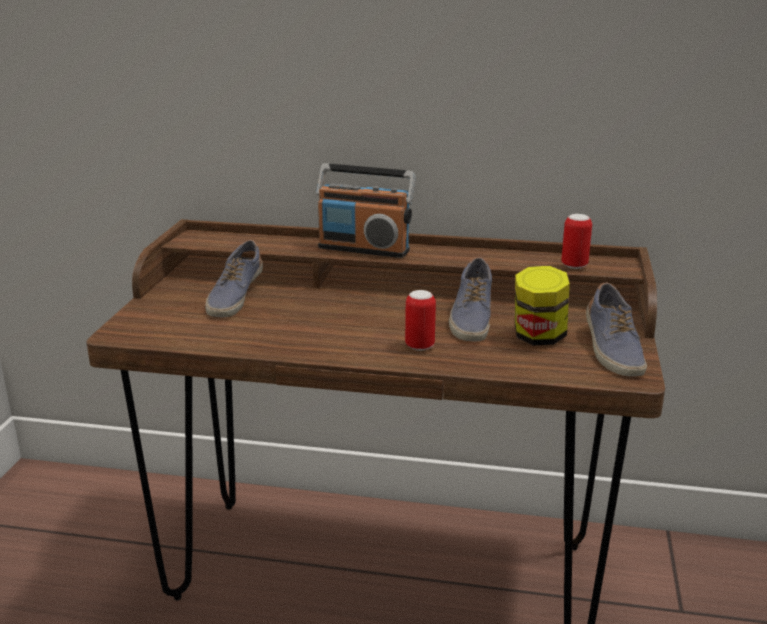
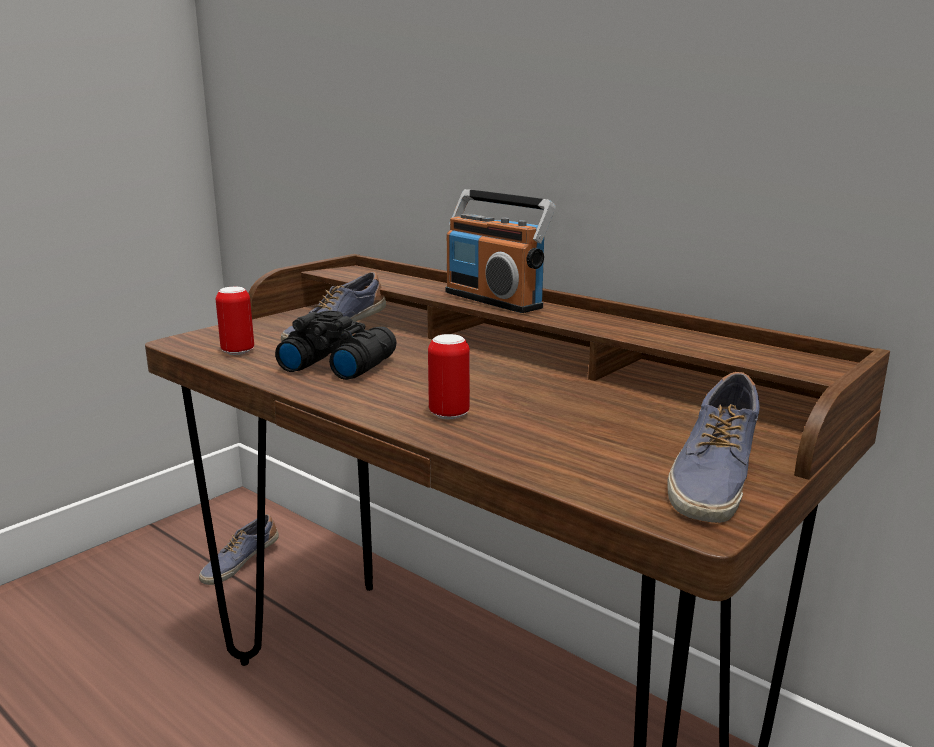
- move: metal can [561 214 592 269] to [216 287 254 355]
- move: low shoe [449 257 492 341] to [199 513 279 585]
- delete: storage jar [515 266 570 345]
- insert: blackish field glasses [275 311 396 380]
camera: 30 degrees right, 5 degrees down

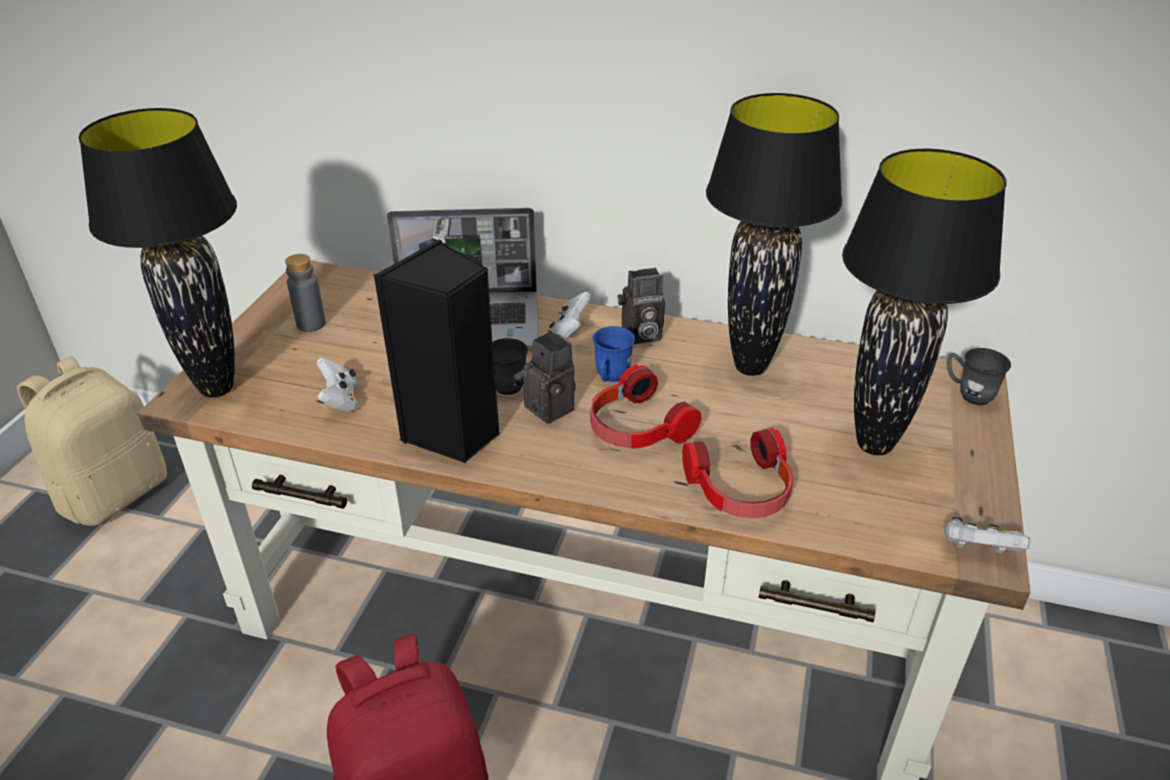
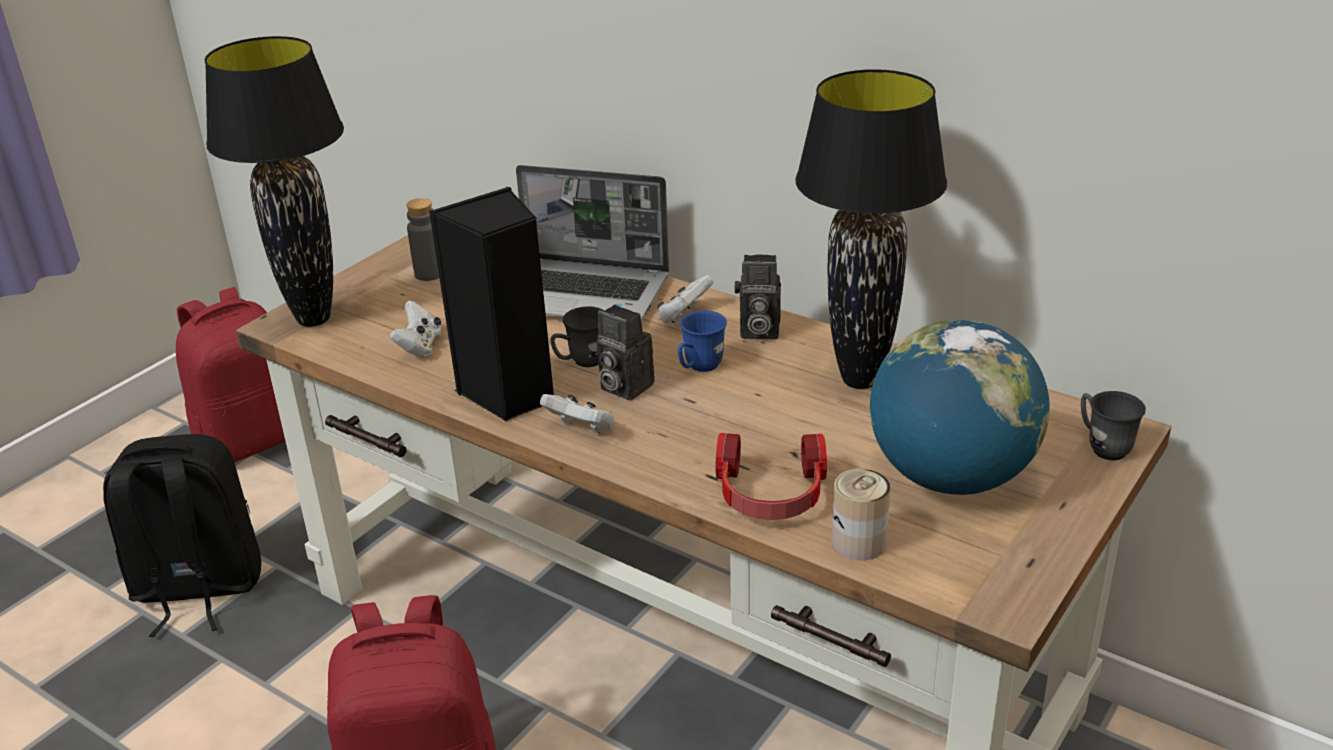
- replace: blackish lamp for a table [842 149 1007 455] to globe [870 319 1050 495]
- rotate: still camera [523 329 576 424] = [597 305 655 401] 150 degrees clockwise
- recolor: sand-coloured knapsack [17 356 167 526] to reddish knapsack [176 287 286 462]
- delete: headset [590 364 702 449]
- move: whitish game controller [944 517 1031 554] to [540 394 615 434]
- insert: blackish knapsack [103 434 262 637]
- insert: metal can [832 469 891 561]
camera: 20 degrees right, 5 degrees down

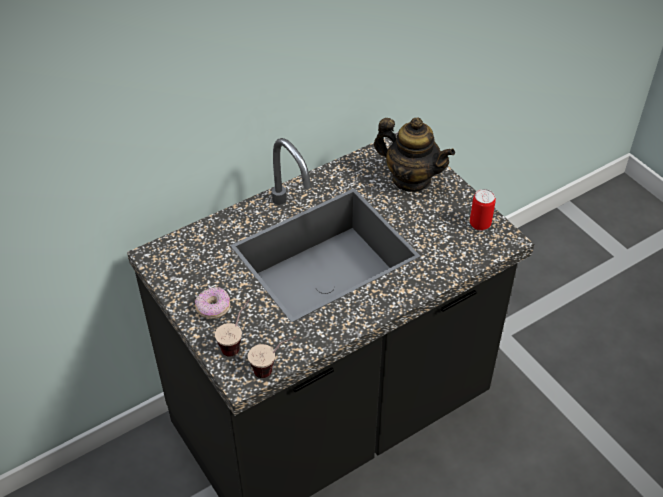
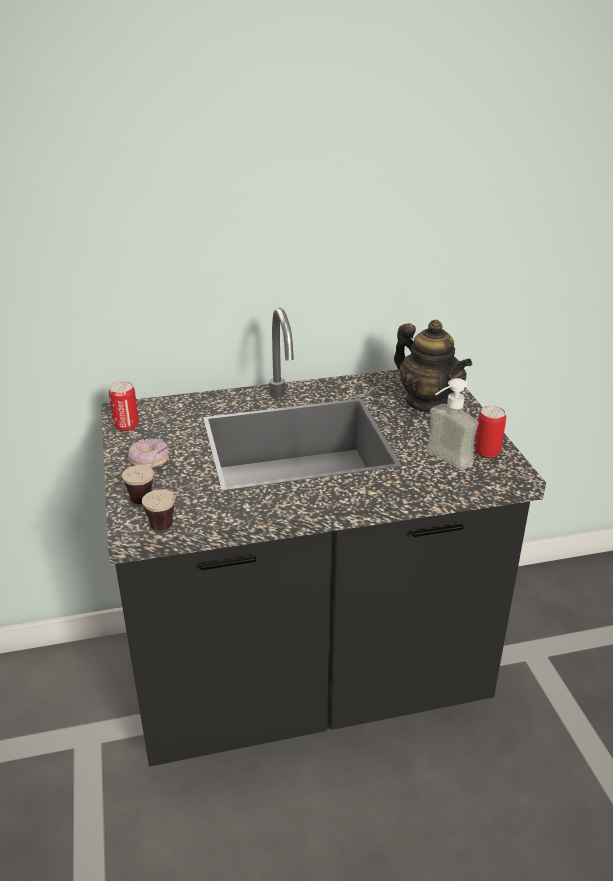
- insert: liquid soap bottle [426 378 479 470]
- insert: metal can [109 381 139 432]
camera: 20 degrees right, 15 degrees down

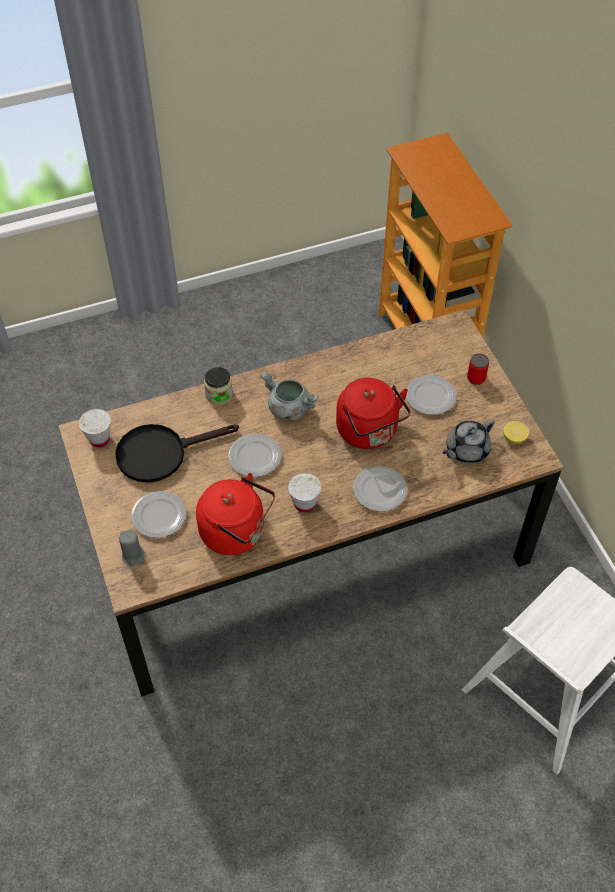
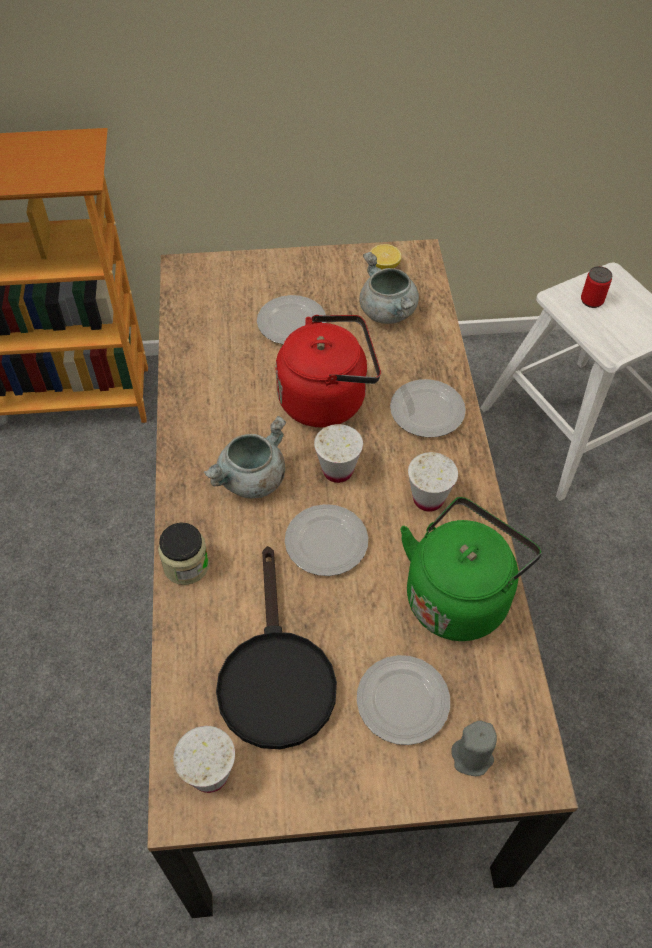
- move: metal can [467 353 489 385] to [581 266 612 308]
- replace: grey tea pot [443 419 495 463] to grey cooking pot [360 252 419 324]
- recolor: reddish kettle [196 473 275 555] to greenish kettle [400 497 541 641]
- insert: whitish small cup [314 424 363 483]
camera: 75 degrees left, 0 degrees up

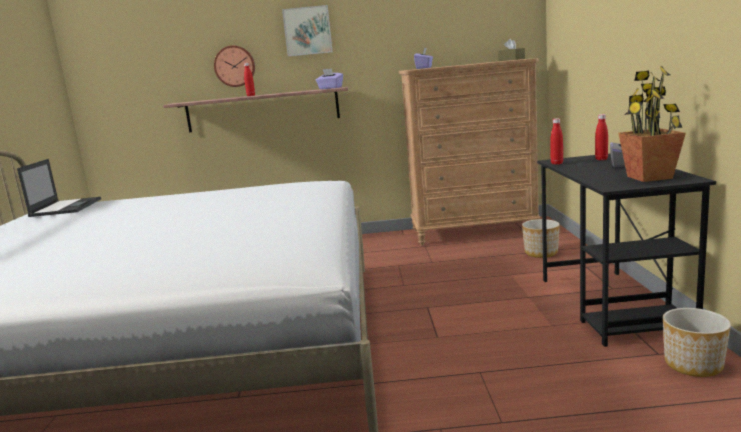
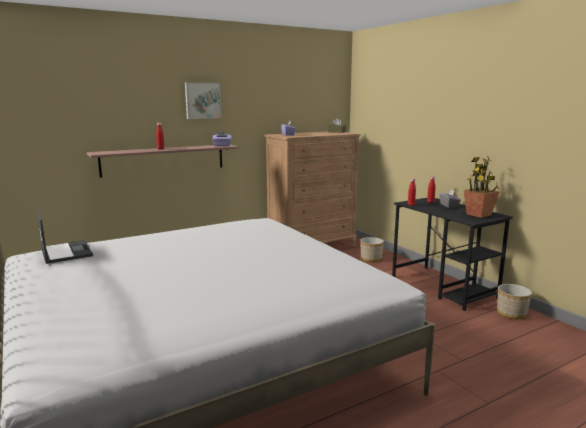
- delete: wall clock [214 46 255 87]
camera: 30 degrees left, 0 degrees up

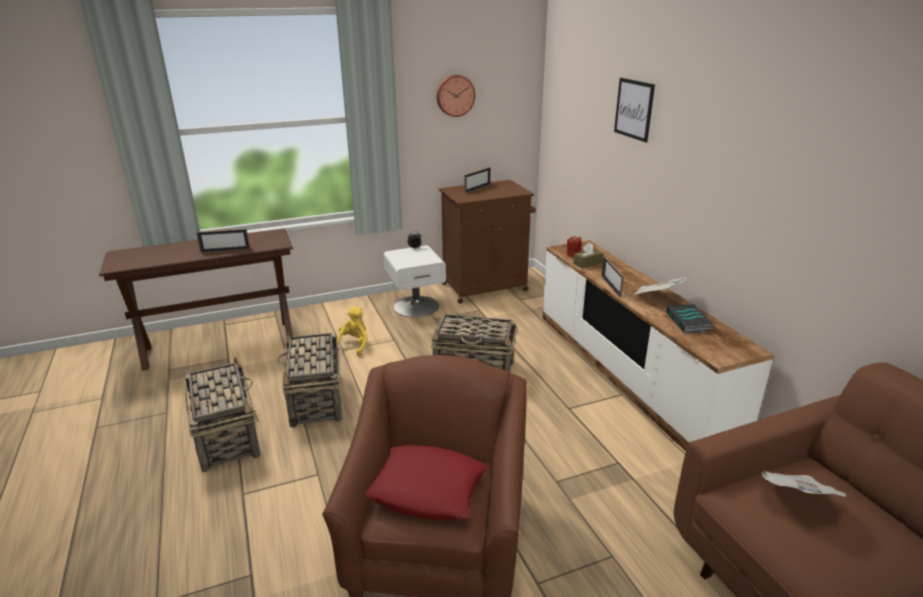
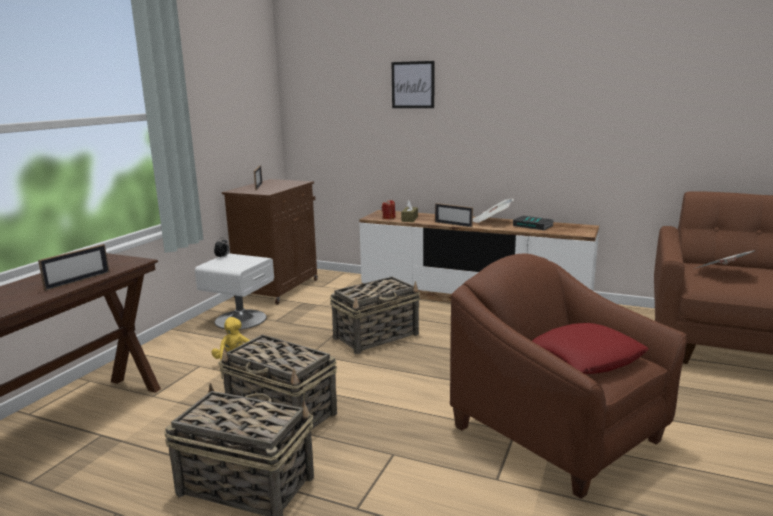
- delete: wall clock [437 75 475 117]
camera: 45 degrees left, 10 degrees down

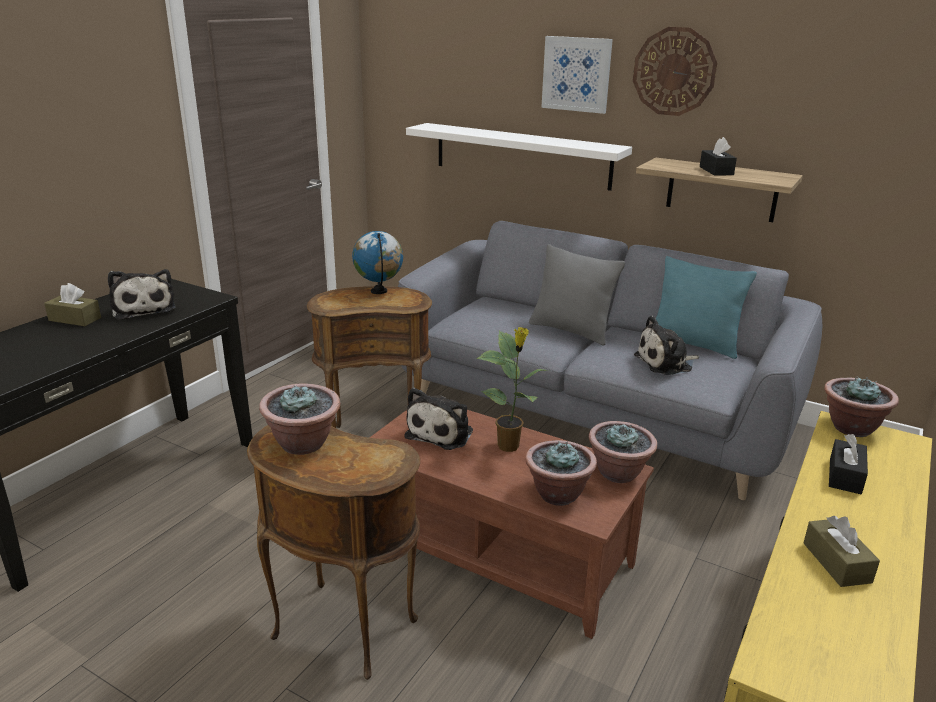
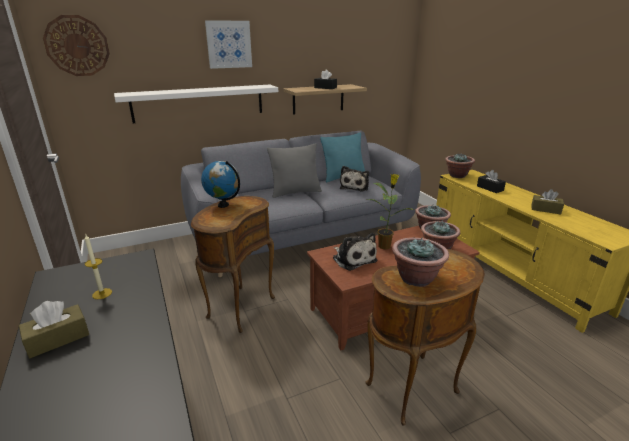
- move: wall clock [633 27 717 116] to [43 15 110 76]
- replace: plush toy [108 269 176 320] to wax candle [85 235 112 299]
camera: 55 degrees left, 0 degrees up

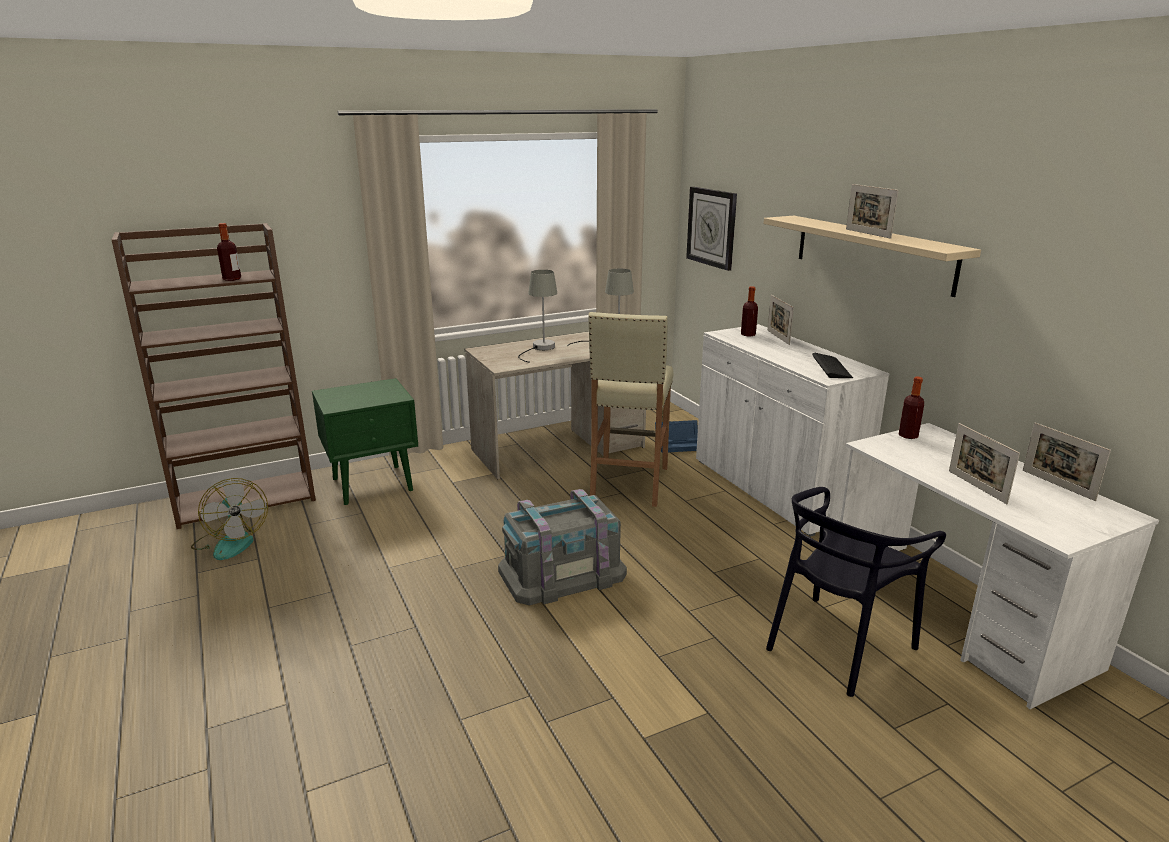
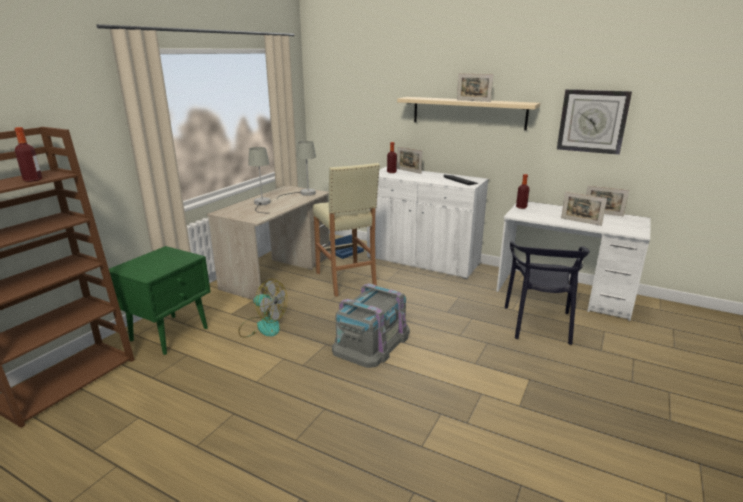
- move: wall clock [686 187 737 271] to [557 89 632 155]
- move: fan [191 478 268 560] to [239 279 287 338]
camera: 35 degrees left, 0 degrees up

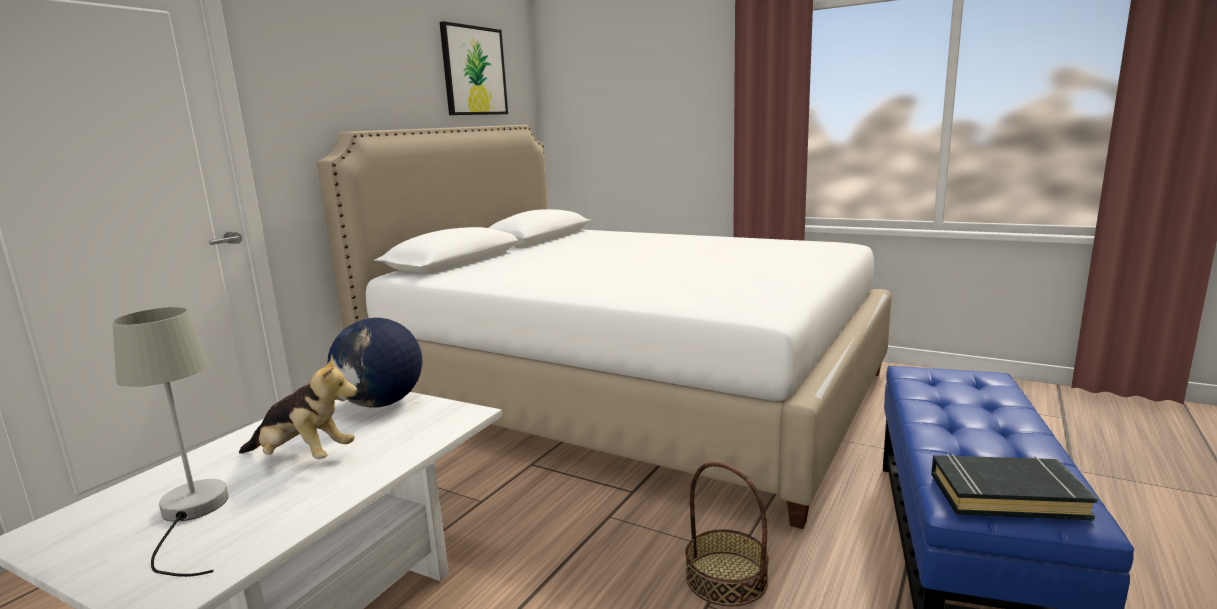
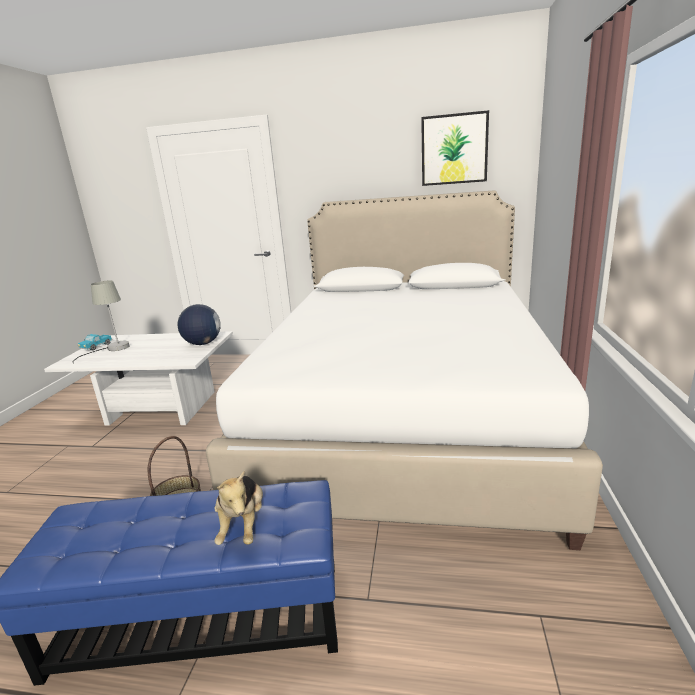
- move: plush toy [239 355 358 459] to [214 471 263 545]
- delete: blackish bound book [931 454 1098 520]
- insert: model truck [78 334 112 350]
camera: 70 degrees right, 5 degrees up

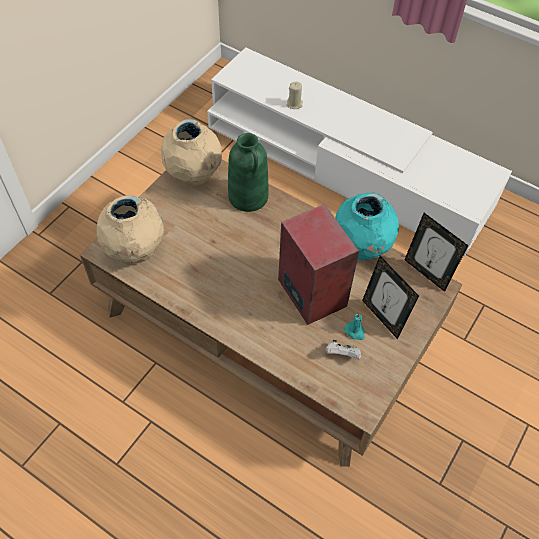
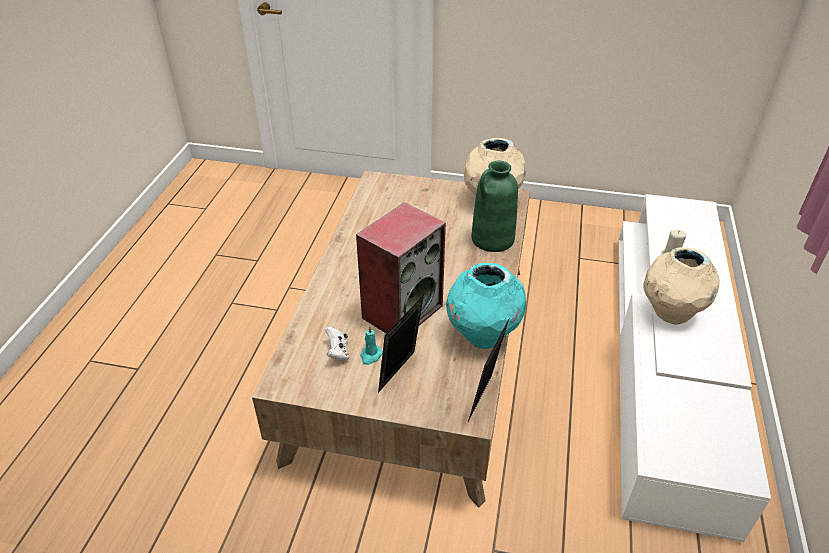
- move: sand-coloured decorative vase [97 195 164 264] to [643 247 720 325]
camera: 70 degrees right, 15 degrees down

